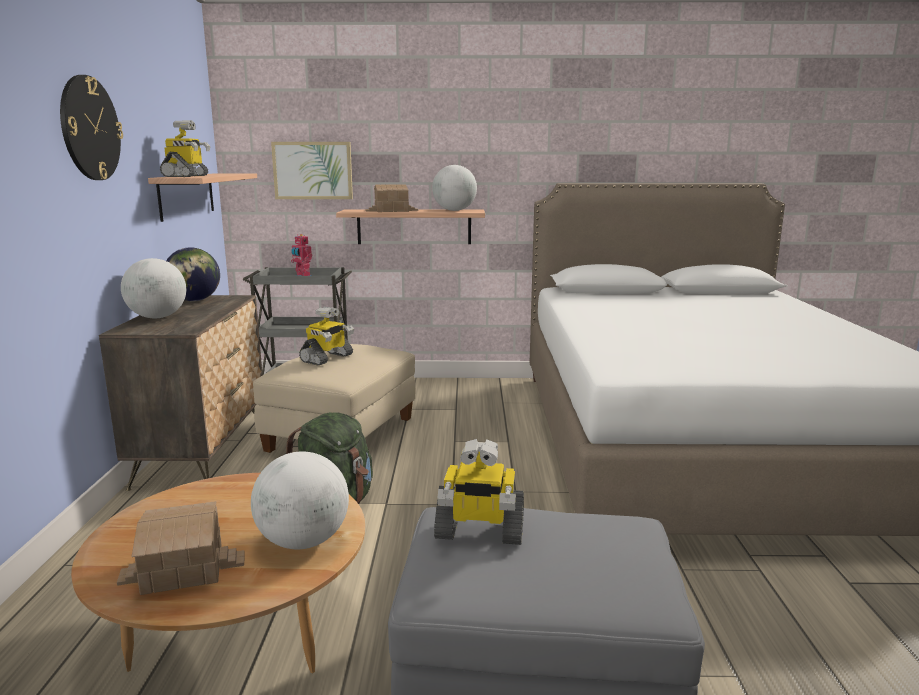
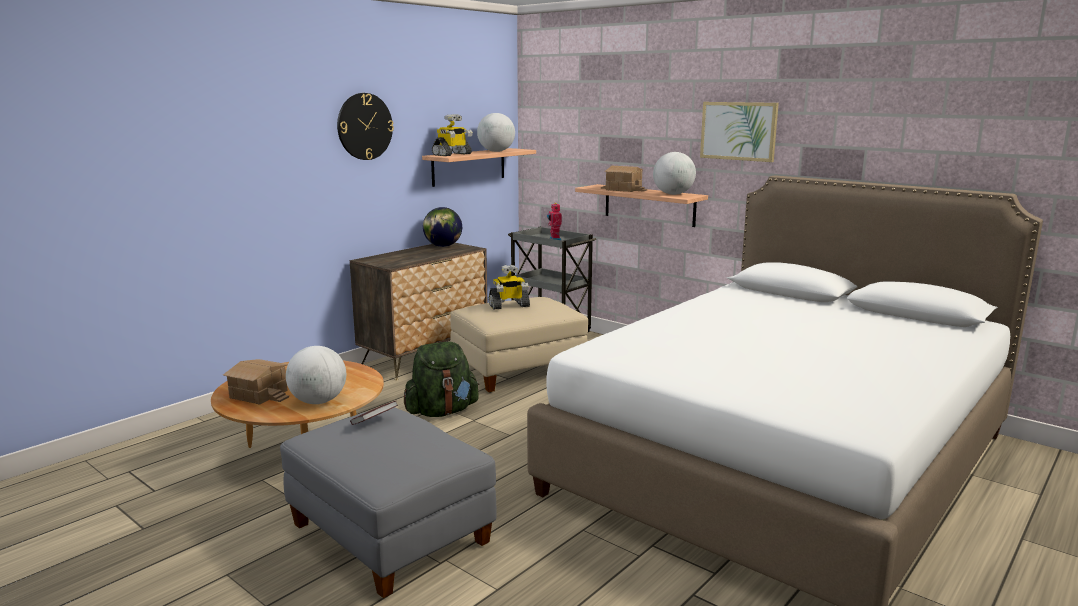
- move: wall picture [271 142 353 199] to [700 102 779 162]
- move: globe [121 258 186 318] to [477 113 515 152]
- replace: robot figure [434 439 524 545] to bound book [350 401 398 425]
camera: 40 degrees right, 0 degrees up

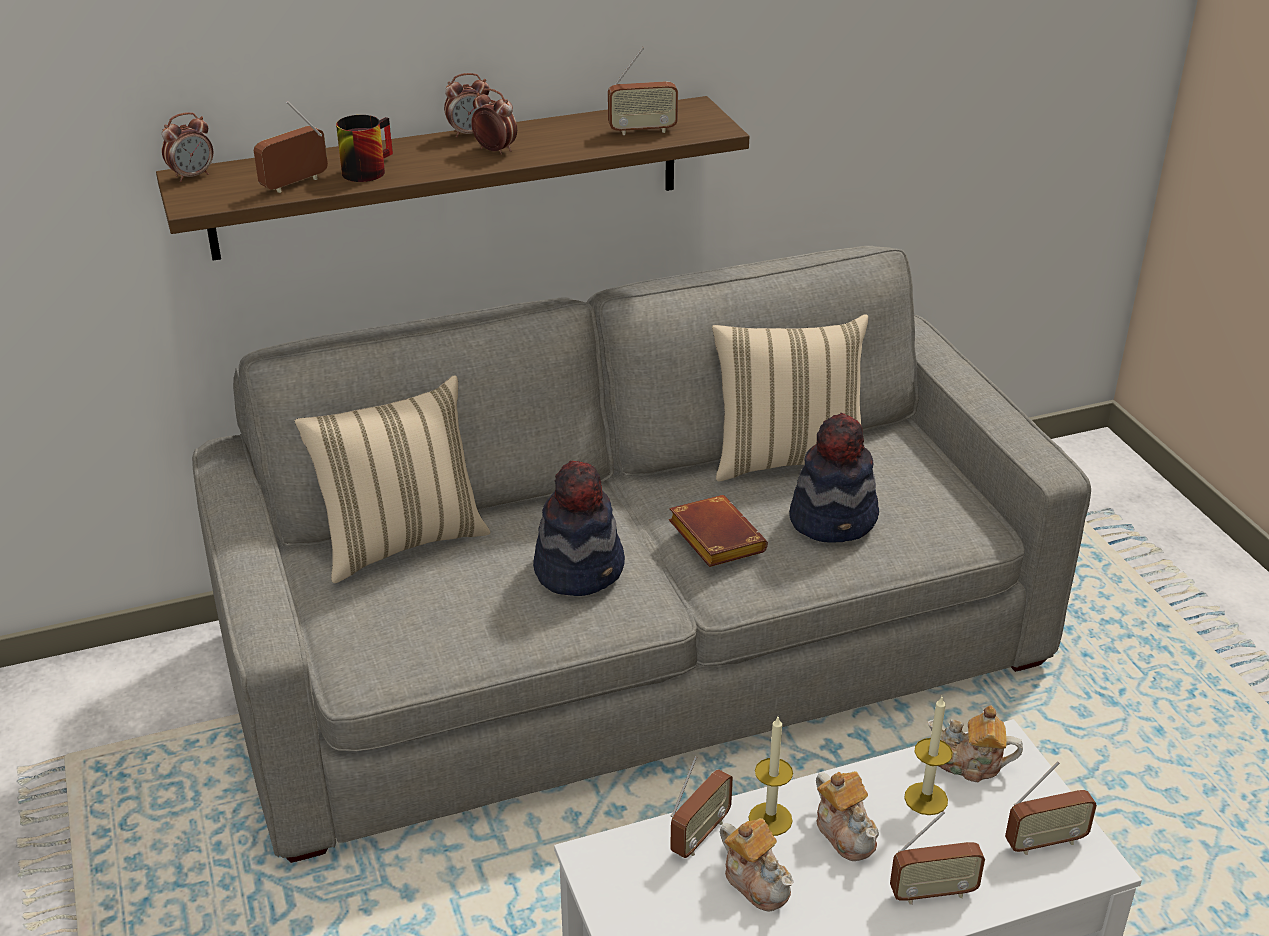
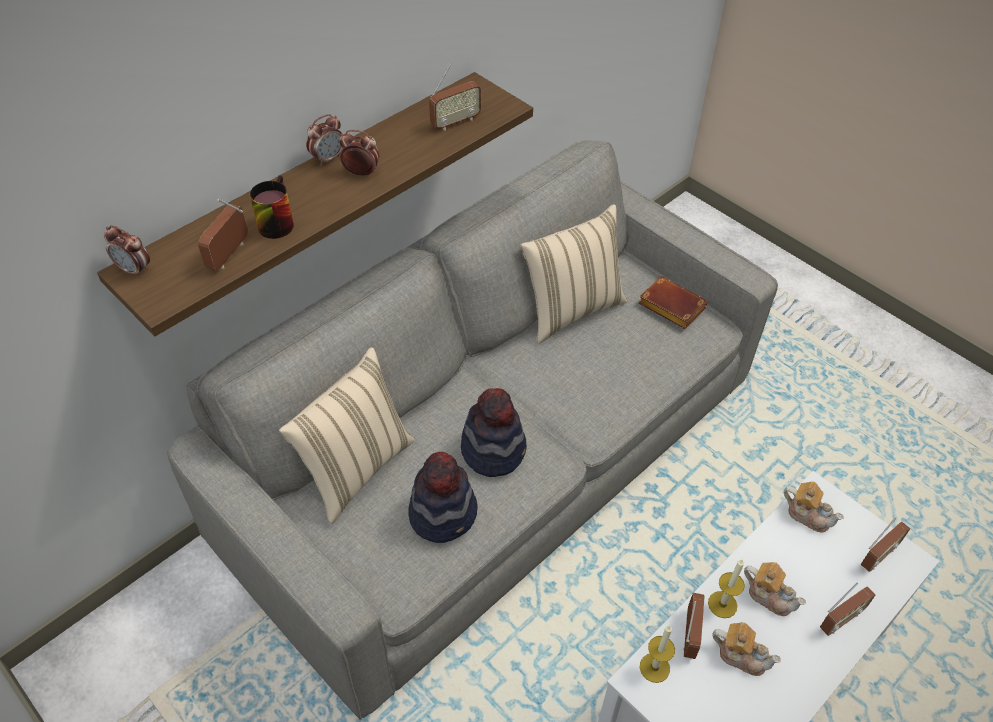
- rotate: alarm clock [162 112 213 182] = [104 225 150 278] 90 degrees clockwise
- move: wearable hat [789 413 879 543] to [408 452 478 543]
- move: brown bound book [669 495 768 567] to [639 276 708 329]
- move: wax candle [904 697 952 815] to [640 625 675 683]
- rotate: tea pot [928 705 1023 782] = [784 481 844 532] 135 degrees counterclockwise
camera: 25 degrees left, 15 degrees up

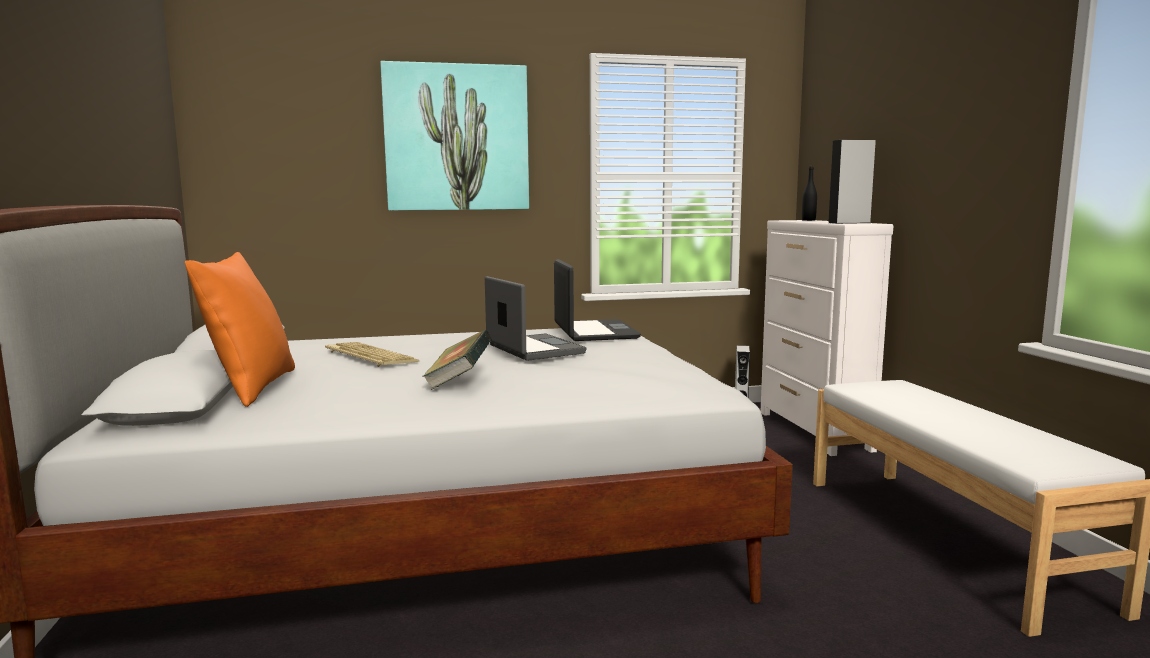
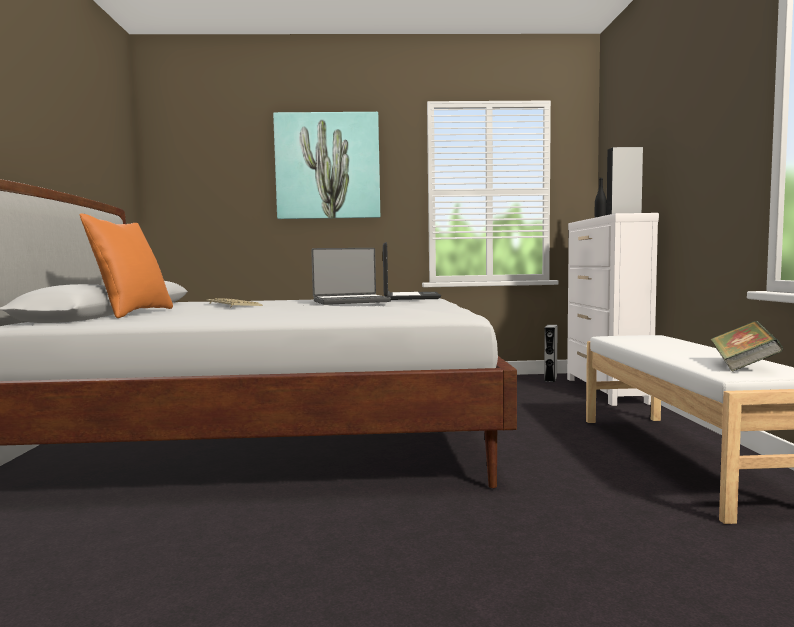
- rotate: notebook computer [485 276 586 361] = [311 248 391 305] 90 degrees clockwise
- move: bound book [422 330 492 390] to [710 321 783 372]
camera: 10 degrees right, 5 degrees down

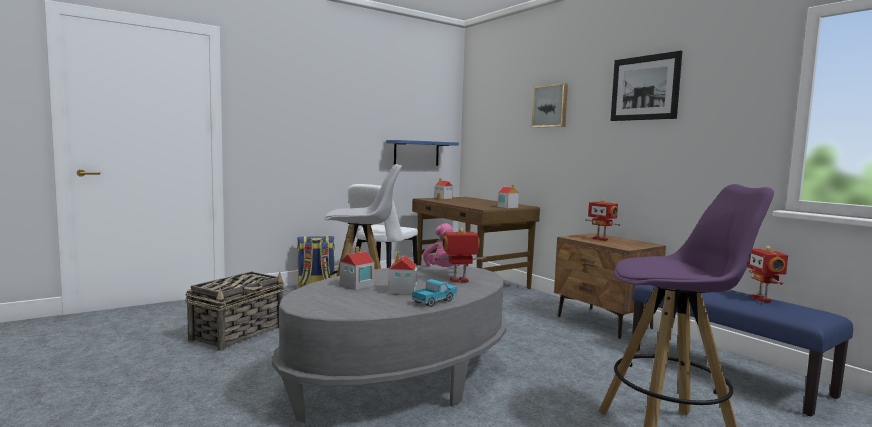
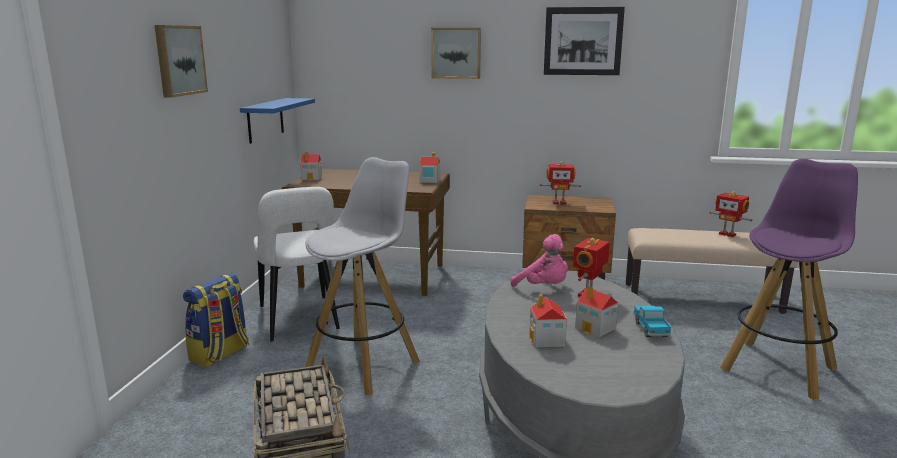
- recolor: bluish bench [632 285 853 416] to sand-coloured bench [626 228 798 314]
- insert: wall picture [154 25 208 98]
camera: 45 degrees left, 10 degrees up

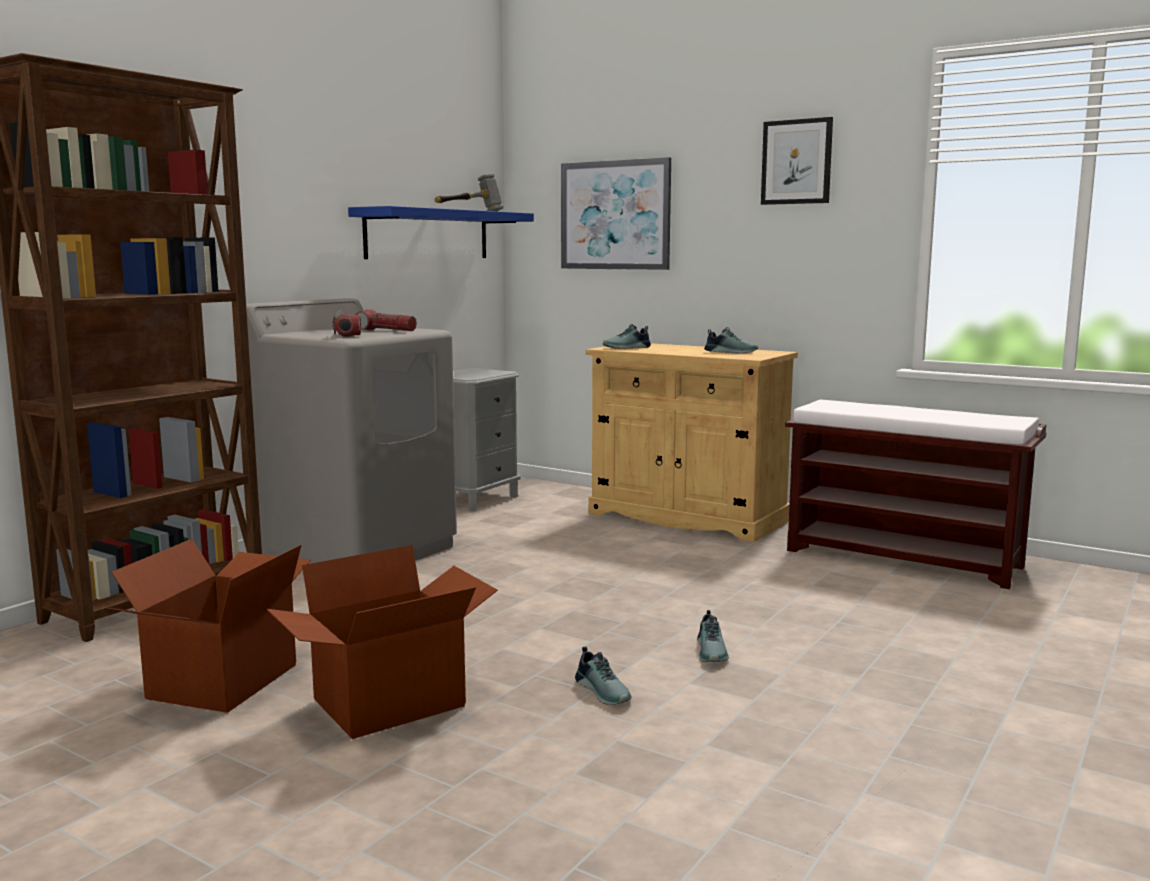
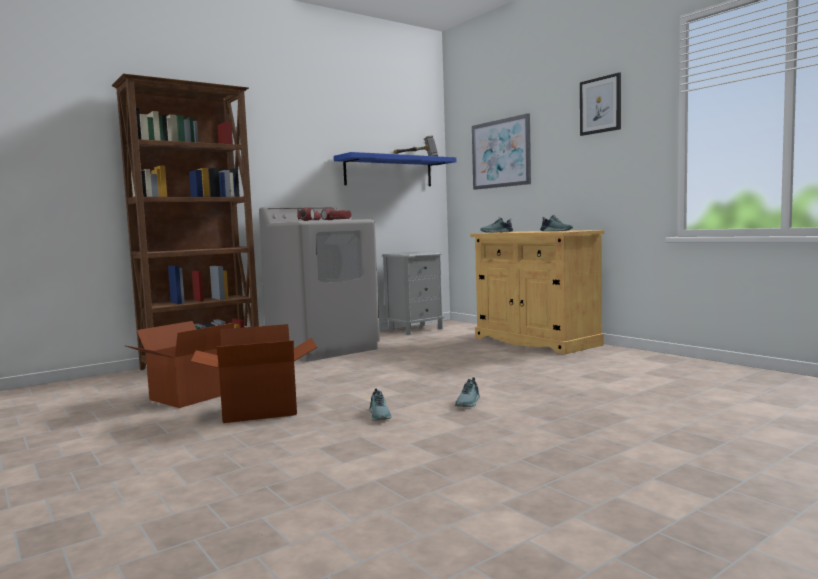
- delete: brown bench [785 400 1046 589]
camera: 20 degrees right, 5 degrees down

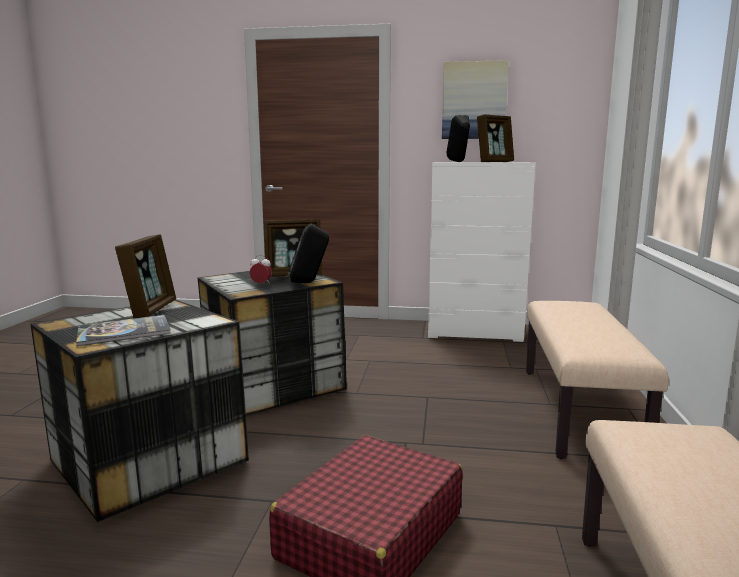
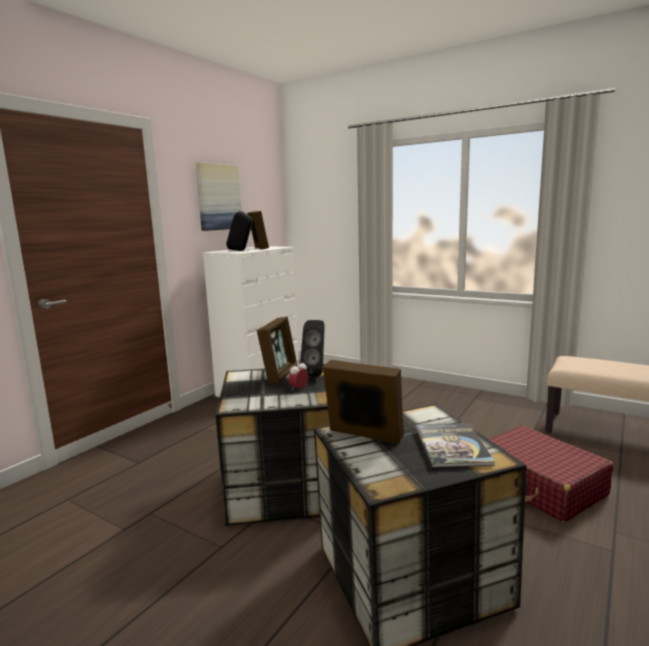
- delete: sand-coloured bench [526 301 669 459]
camera: 65 degrees left, 0 degrees up

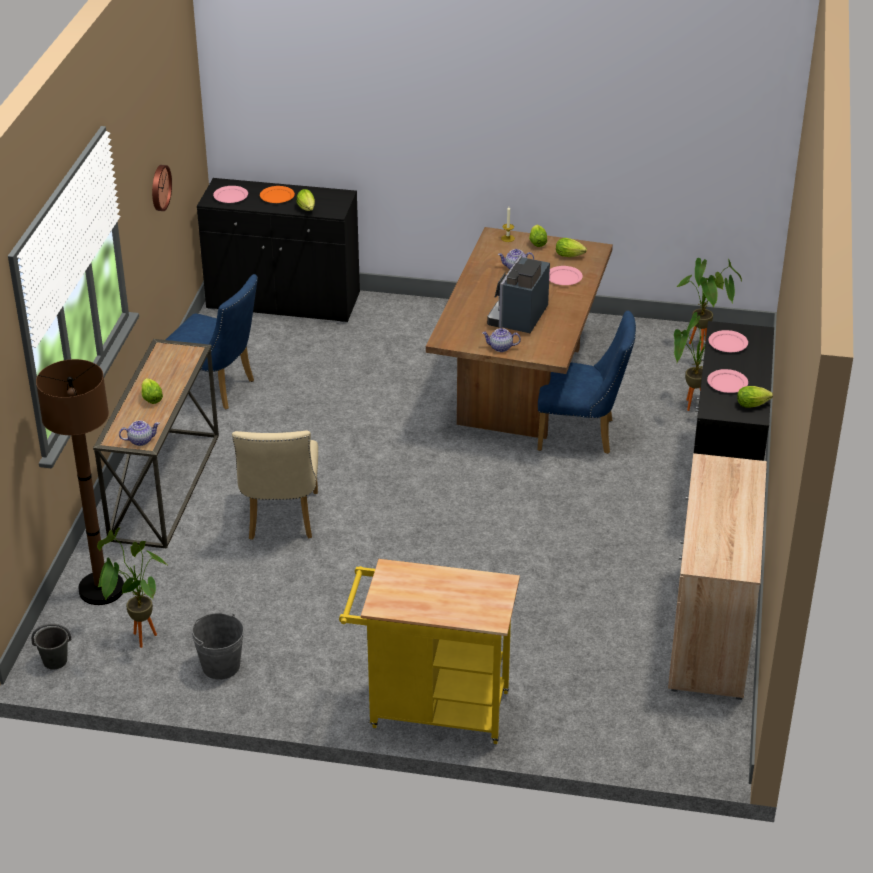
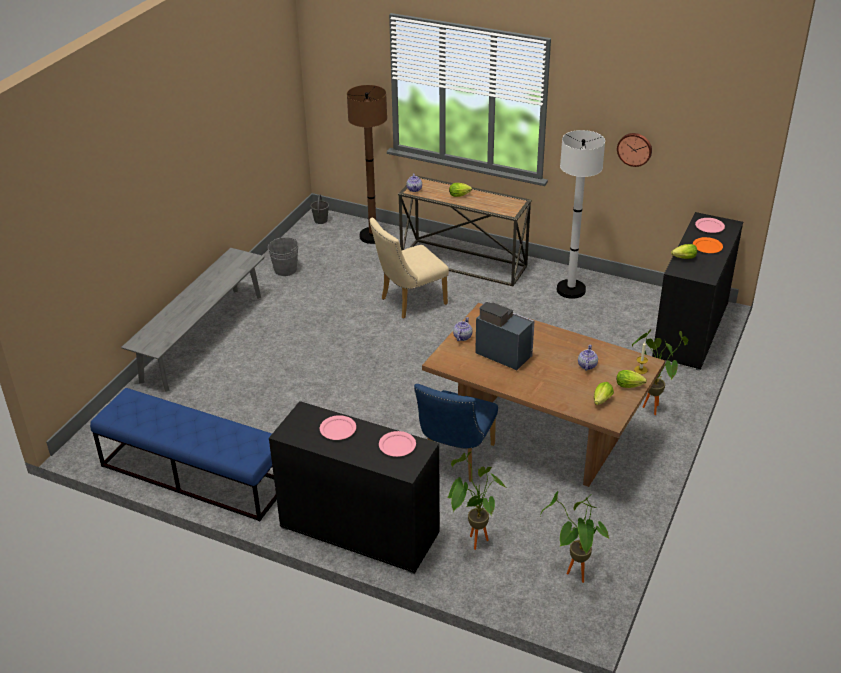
- delete: pinkish dinner plate [549 266 583 285]
- replace: bluish chair [166 274 258 409] to whitish standing lamp [556 130 605 299]
- delete: lettuce head [737 386 773 408]
- rotate: sand-coloured chair [232 430 318 540] = [369 218 449 319] 45 degrees counterclockwise
- replace: sand-coloured cabinet [668 453 767 700] to bluish bench [90 388 277 521]
- move: plant in a pot [97 528 169 648] to [632 329 689 415]
- replace: yellowish trolley [339 559 520 744] to grey bench [121 248 265 392]
camera: 105 degrees right, 0 degrees up

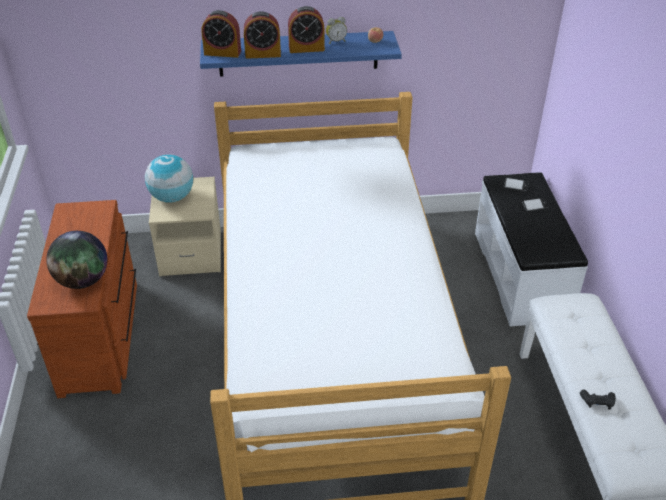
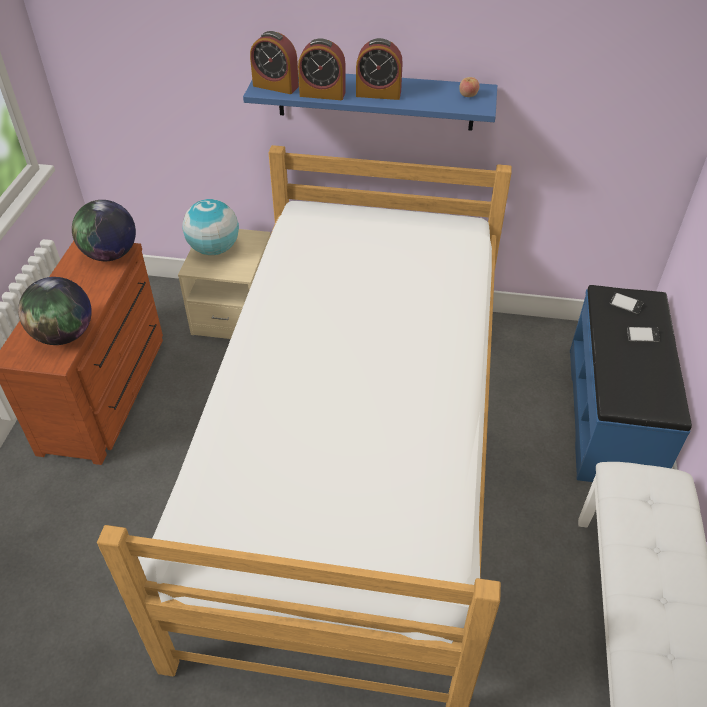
- delete: alarm clock [326 17 347 44]
- recolor: whitish bench [475 172 588 326] to bluish bench [570 285 692 482]
- delete: blackish game controller [580 390 616 410]
- insert: globe [72 200 136 261]
camera: 15 degrees right, 5 degrees up

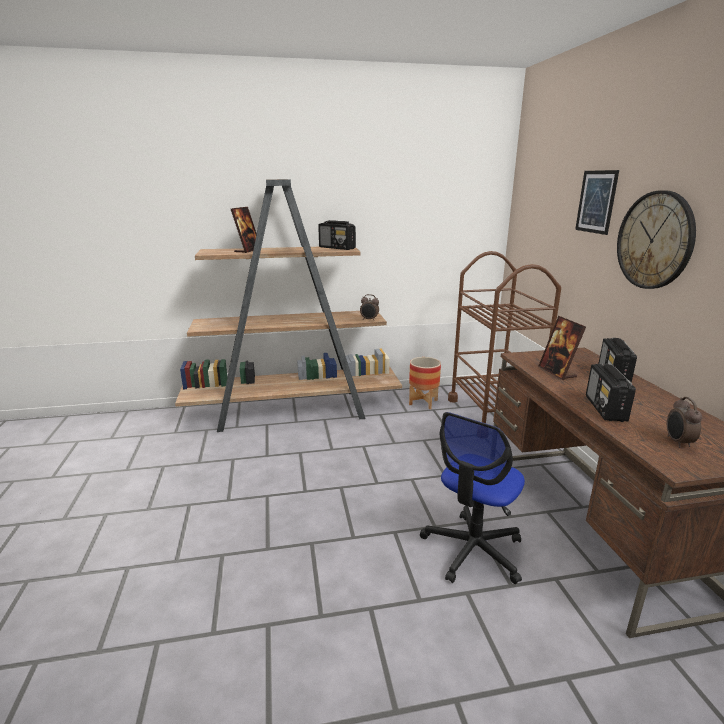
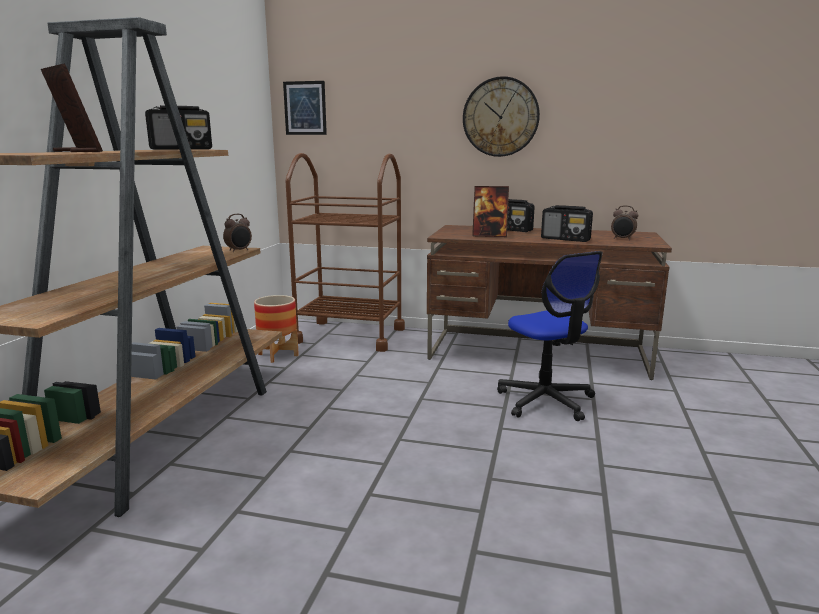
- move: wall picture [575 170 619 235] to [283 81 327 135]
camera: 65 degrees left, 5 degrees down

